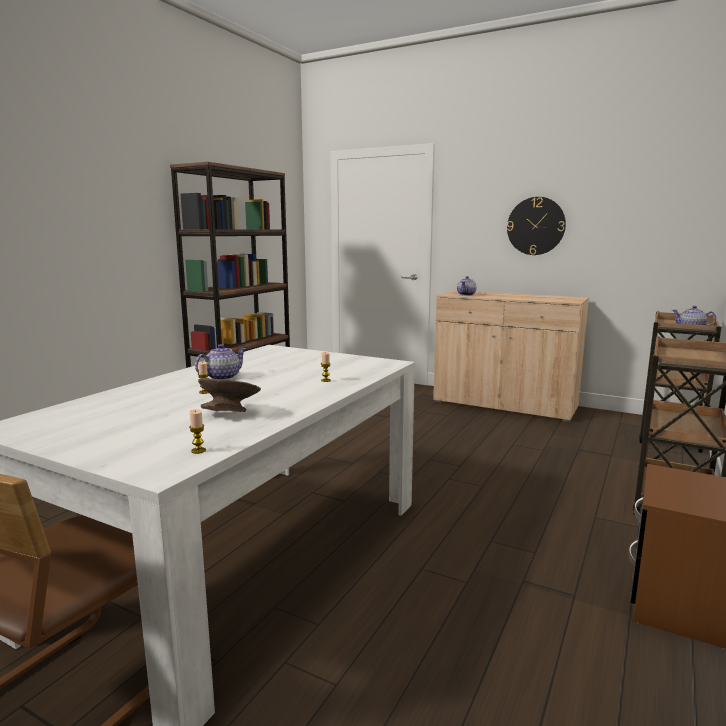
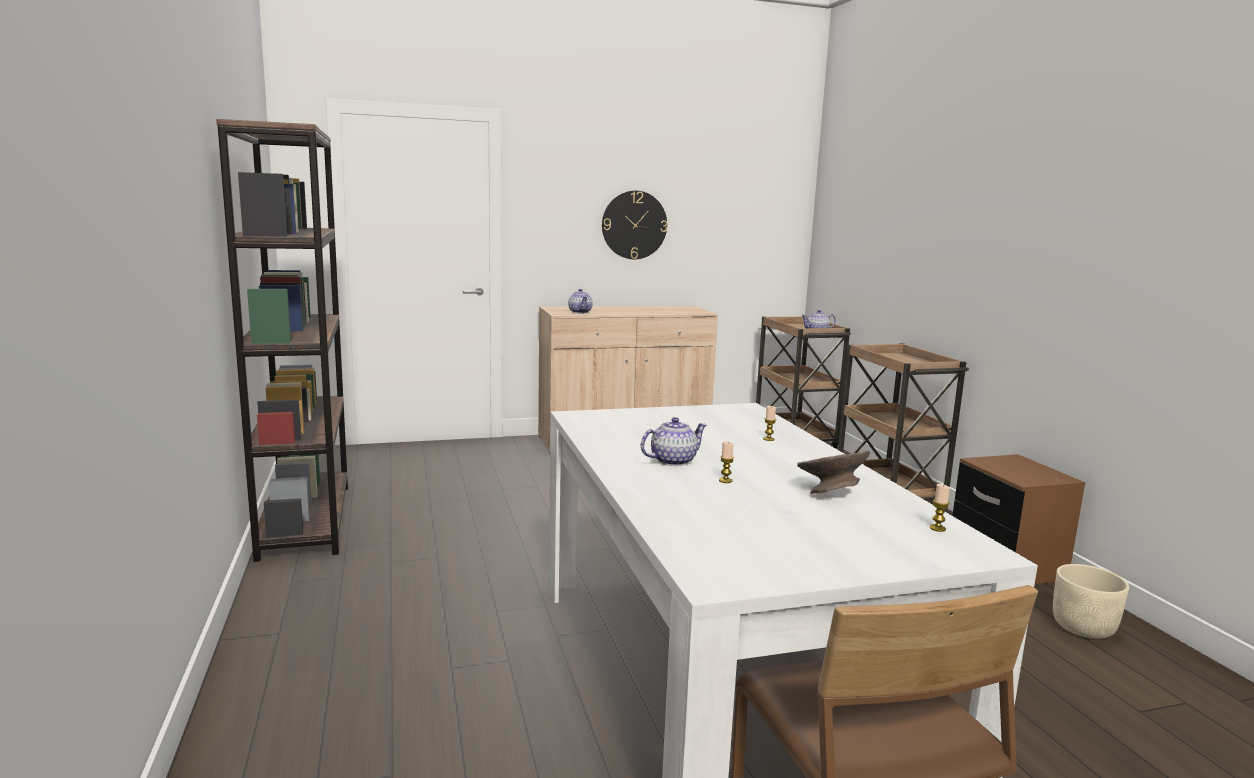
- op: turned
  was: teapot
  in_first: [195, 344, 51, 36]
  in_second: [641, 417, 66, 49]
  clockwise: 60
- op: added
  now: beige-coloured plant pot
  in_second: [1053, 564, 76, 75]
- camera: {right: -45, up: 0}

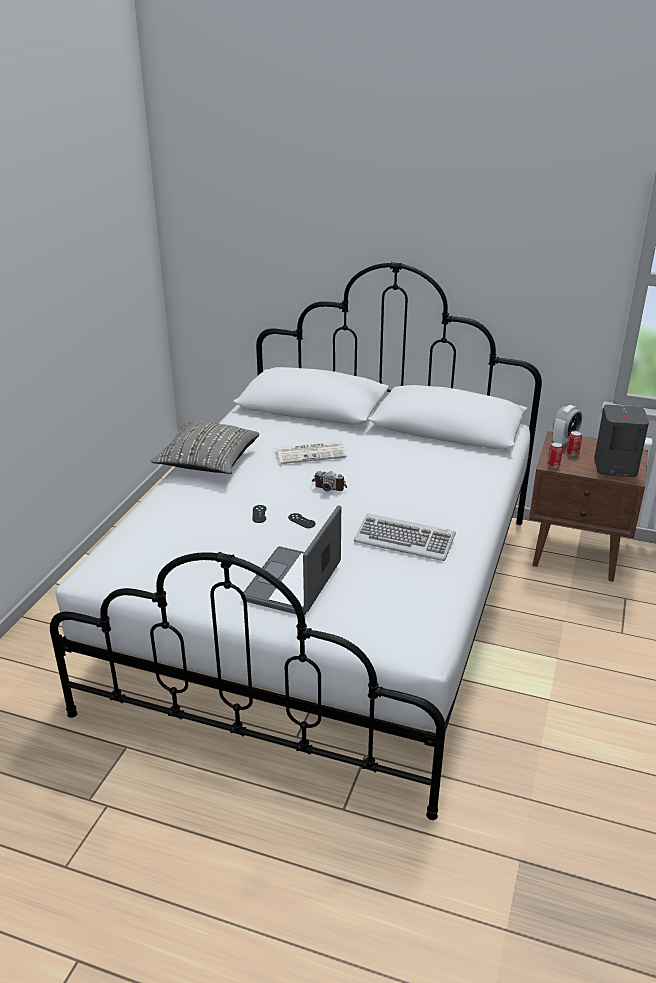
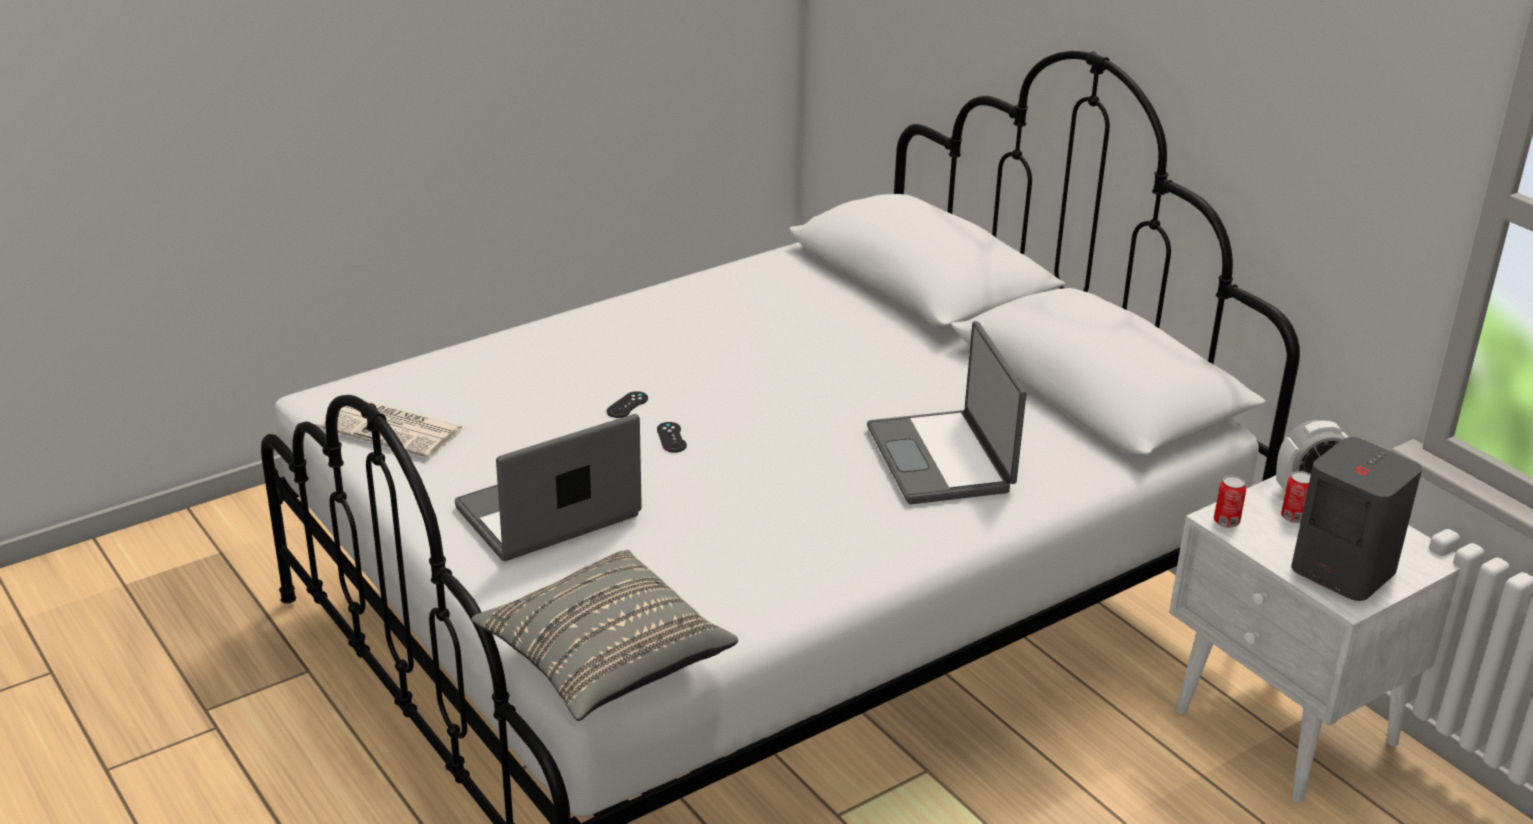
- op: moved
  was: gray cushion
  in_first: [151, 421, 108, 53]
  in_second: [472, 550, 266, 171]
- op: moved
  was: newspaper
  in_first: [275, 441, 72, 23]
  in_second: [317, 399, 148, 59]
- op: removed
  was: still camera
  in_first: [312, 471, 35, 21]
- op: removed
  was: PC keyboard
  in_first: [354, 514, 102, 47]
- op: recoloured
  was: brownish bedside table
  now: whitish bedside table
  in_first: [529, 431, 119, 151]
  in_second: [1169, 475, 291, 328]
- op: added
  now: portable computer
  in_second: [867, 321, 159, 183]
- camera: {right: 35, up: 0}

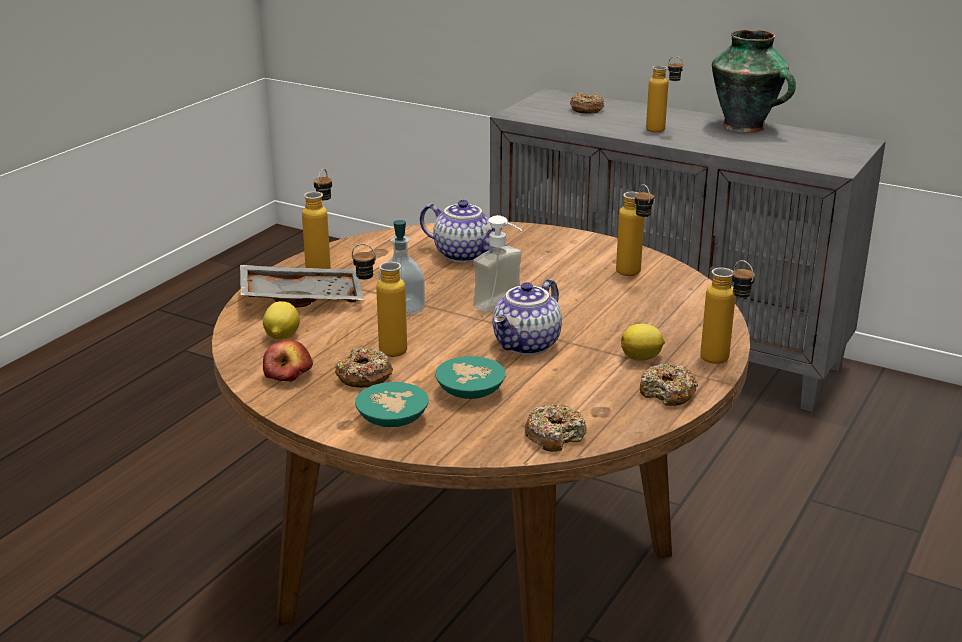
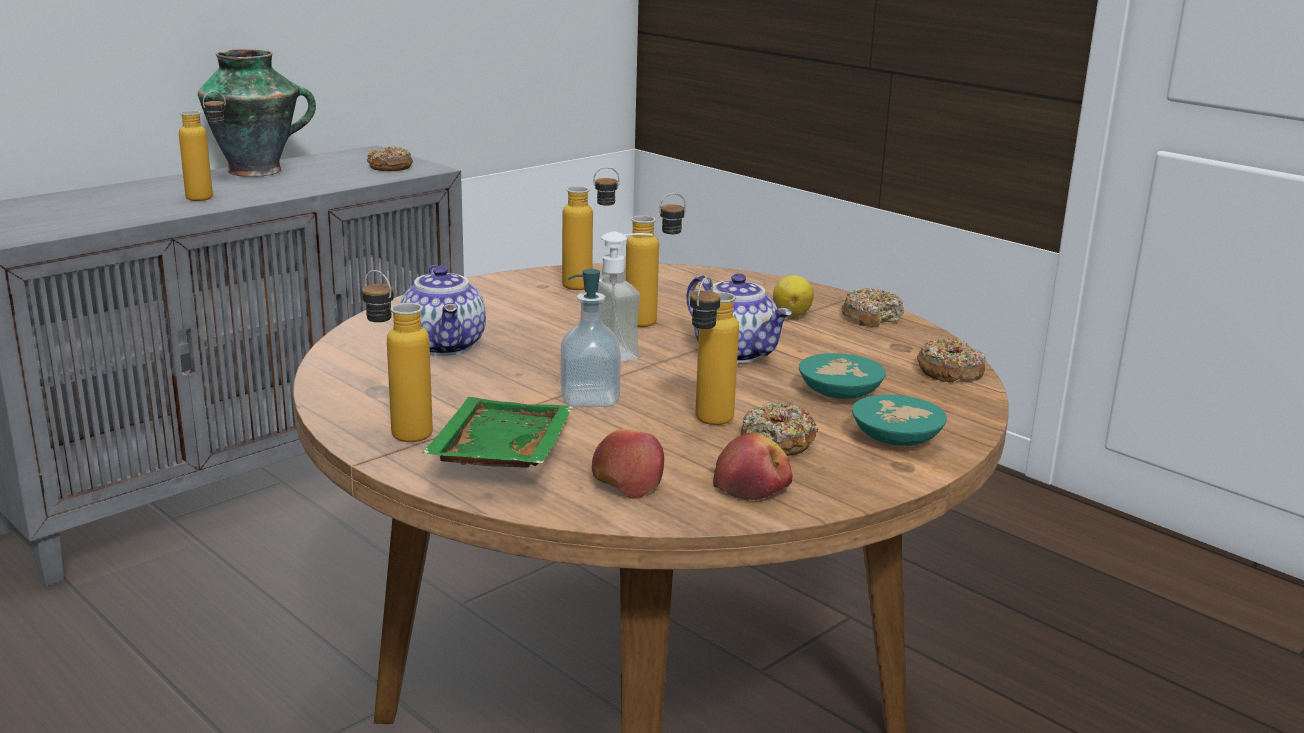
- op: recoloured
  was: gray carrying tray
  now: green-coloured carrying tray
  in_first: [240, 265, 124, 43]
  in_second: [421, 397, 152, 71]
- op: replaced
  was: lemon
  now: apple
  in_first: [263, 301, 37, 39]
  in_second: [592, 429, 72, 70]
- op: turned
  was: teapot
  in_first: [420, 200, 88, 63]
  in_second: [400, 265, 86, 91]
  clockwise: 120
- op: moved
  was: donut
  in_first: [570, 92, 34, 22]
  in_second: [367, 146, 46, 25]
- op: moved
  was: beverage bottle
  in_first: [700, 260, 55, 104]
  in_second: [625, 193, 61, 134]
- camera: {right: -75, up: -5}

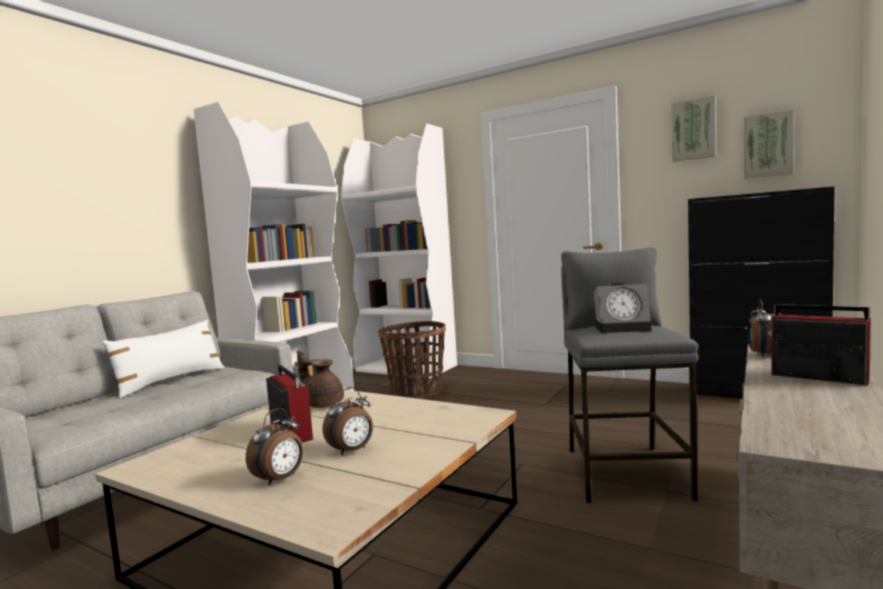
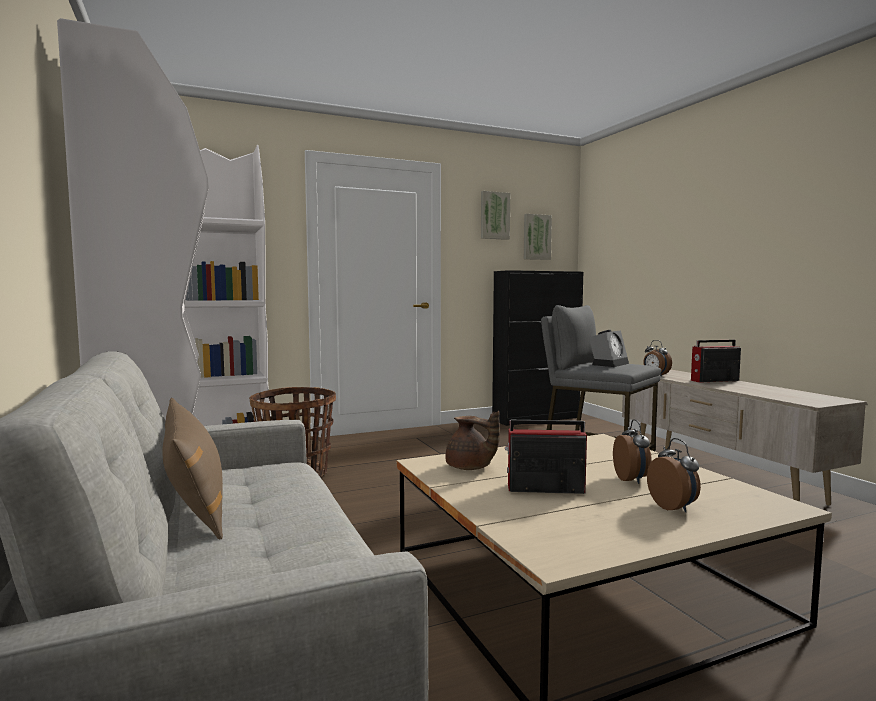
- op: recoloured
  was: whitish cushion
  now: brownish cushion
  in_first: [102, 320, 123, 78]
  in_second: [162, 398, 61, 142]
- op: turned
  was: brownish teapot
  in_first: [297, 350, 47, 58]
  in_second: [445, 411, 55, 59]
  clockwise: -120
- camera: {right: -55, up: 0}

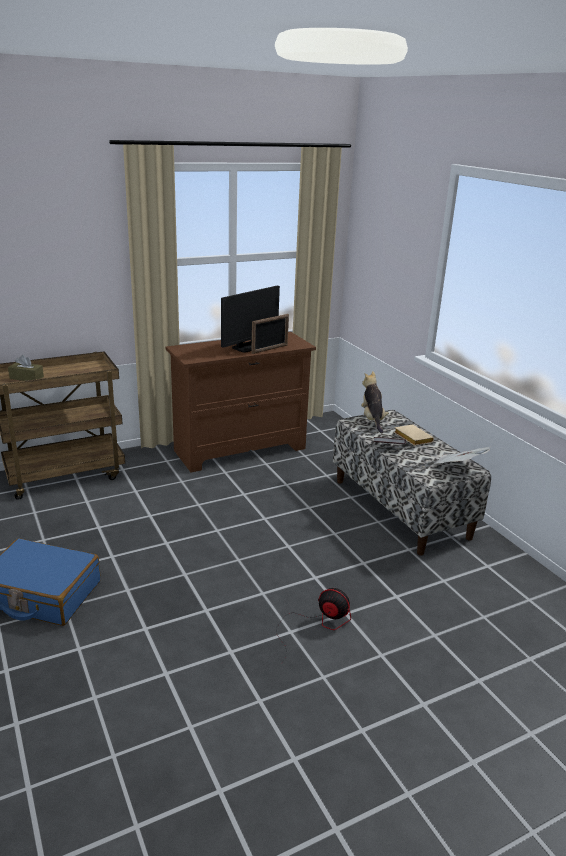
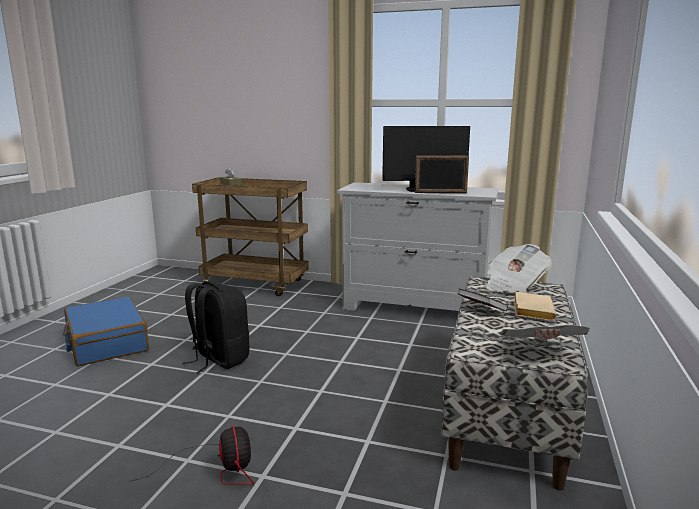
- op: recoloured
  was: brownish dresser
  now: whitish dresser
  in_first: [166, 332, 150, 140]
  in_second: [337, 182, 161, 129]
- op: replaced
  was: cuddly toy
  now: newspaper
  in_first: [361, 371, 28, 62]
  in_second: [485, 244, 67, 49]
- op: added
  now: blackish knapsack
  in_second: [182, 281, 67, 92]
- camera: {right: 45, up: -10}

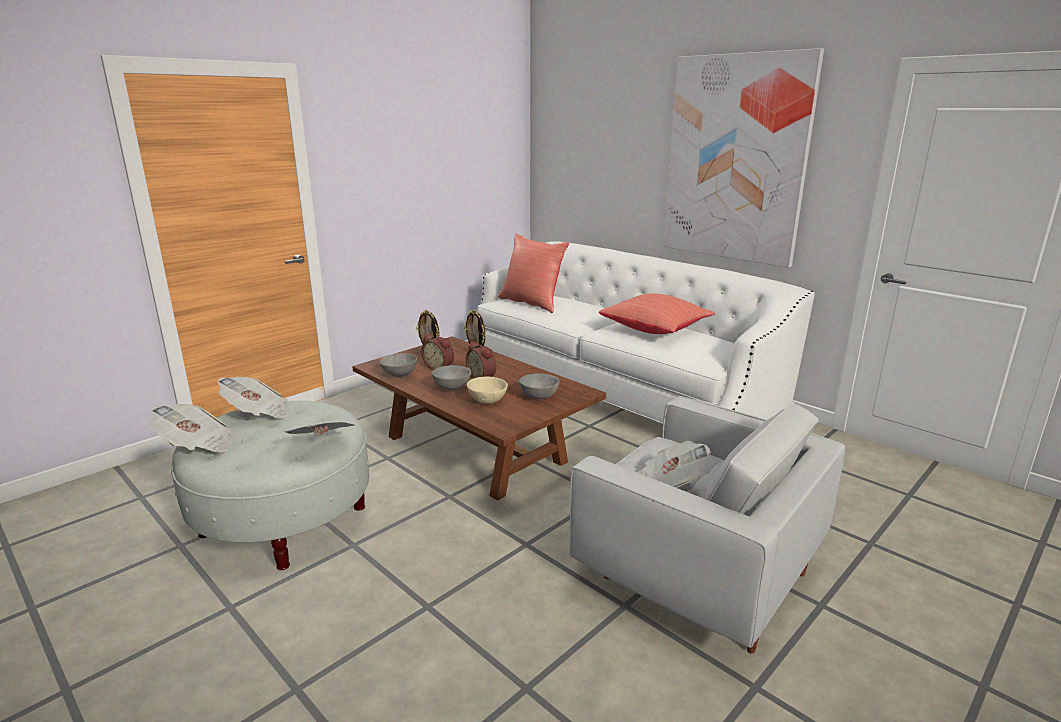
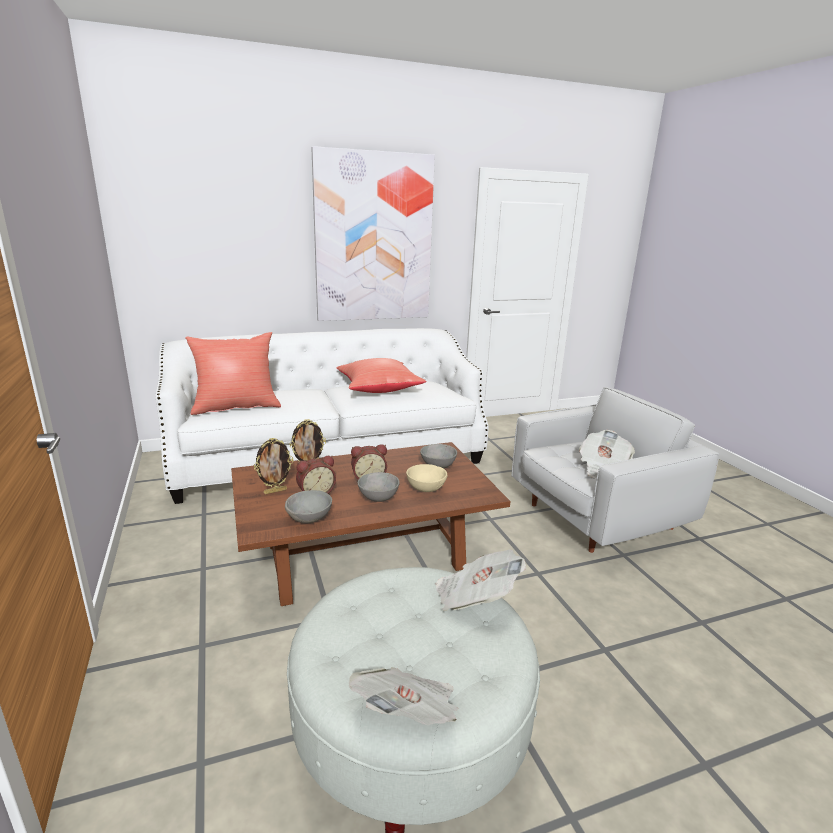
- op: removed
  was: newspaper
  in_first: [217, 377, 71, 41]
- camera: {right: -65, up: 0}

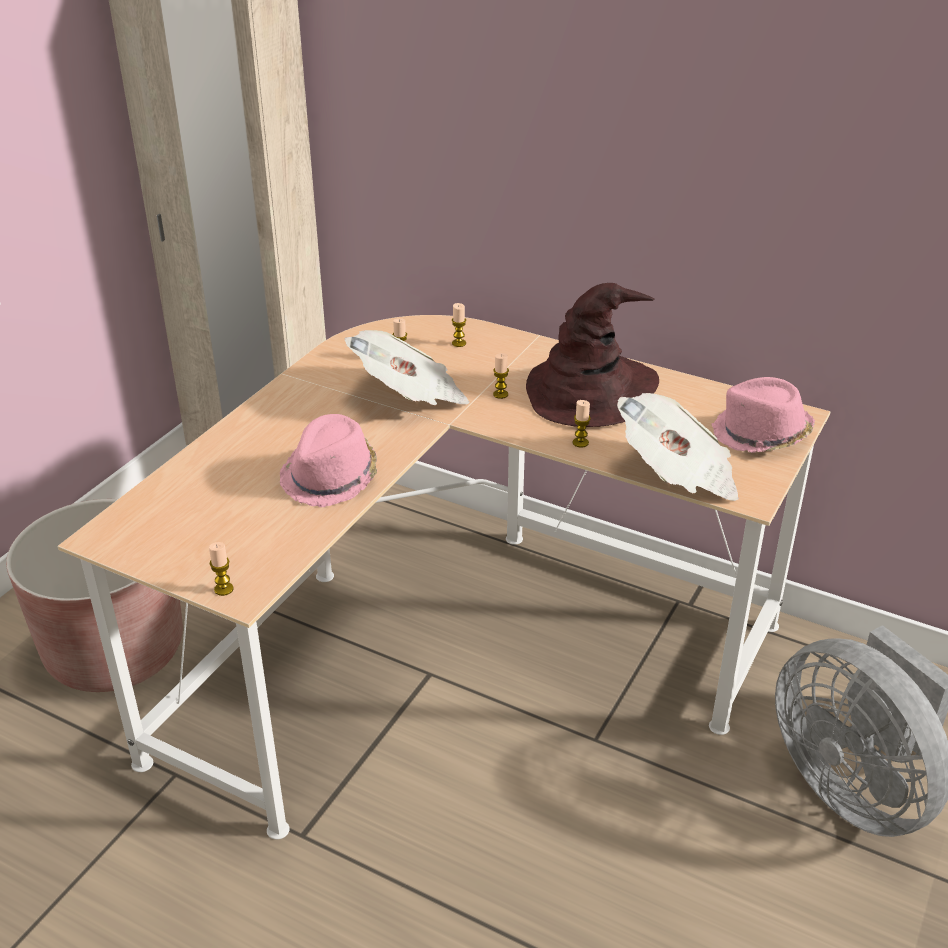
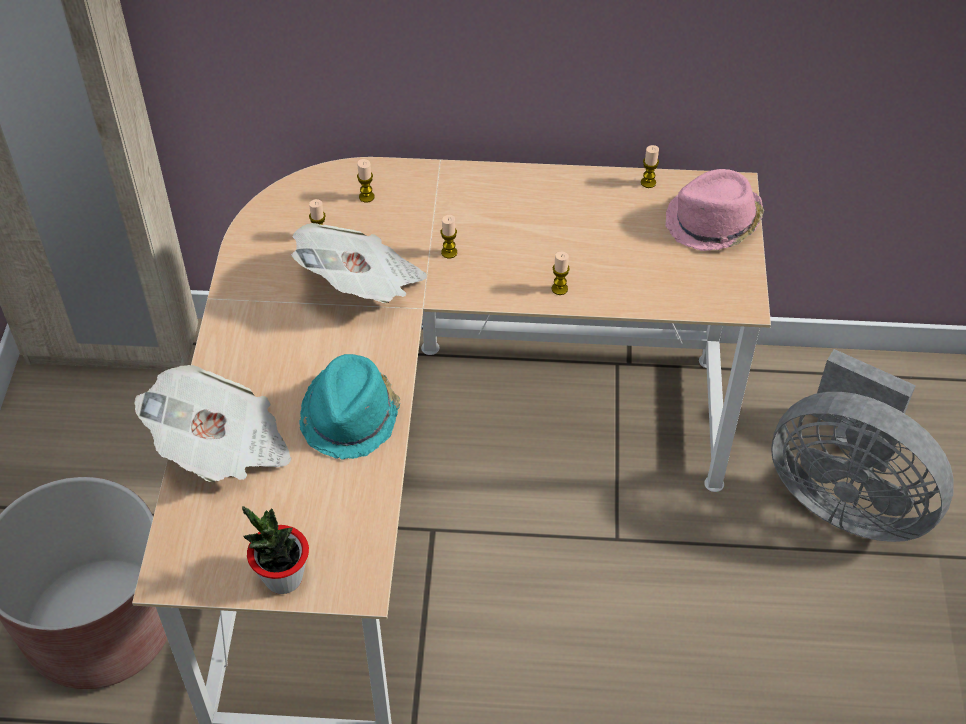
- op: moved
  was: wax light
  in_first: [209, 542, 25, 54]
  in_second: [641, 145, 18, 43]
- op: recoloured
  was: pink-coloured hat
  now: turquoise hat
  in_first: [280, 414, 97, 93]
  in_second: [299, 354, 101, 105]
- op: removed
  was: brownish hat
  in_first: [526, 283, 133, 144]
- op: moved
  was: newspaper
  in_first: [617, 393, 122, 108]
  in_second: [134, 365, 158, 117]
- op: added
  now: potted plant
  in_second: [242, 506, 67, 88]
- camera: {right: -25, up: 15}

